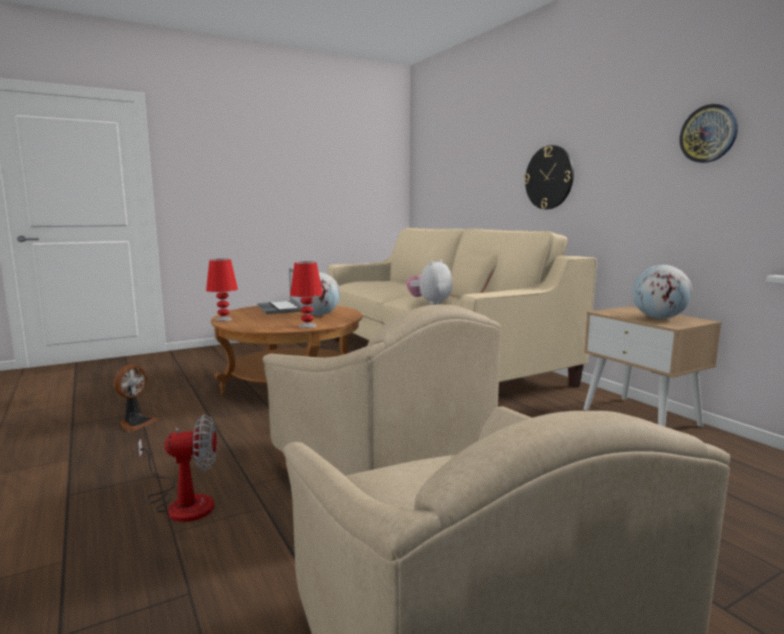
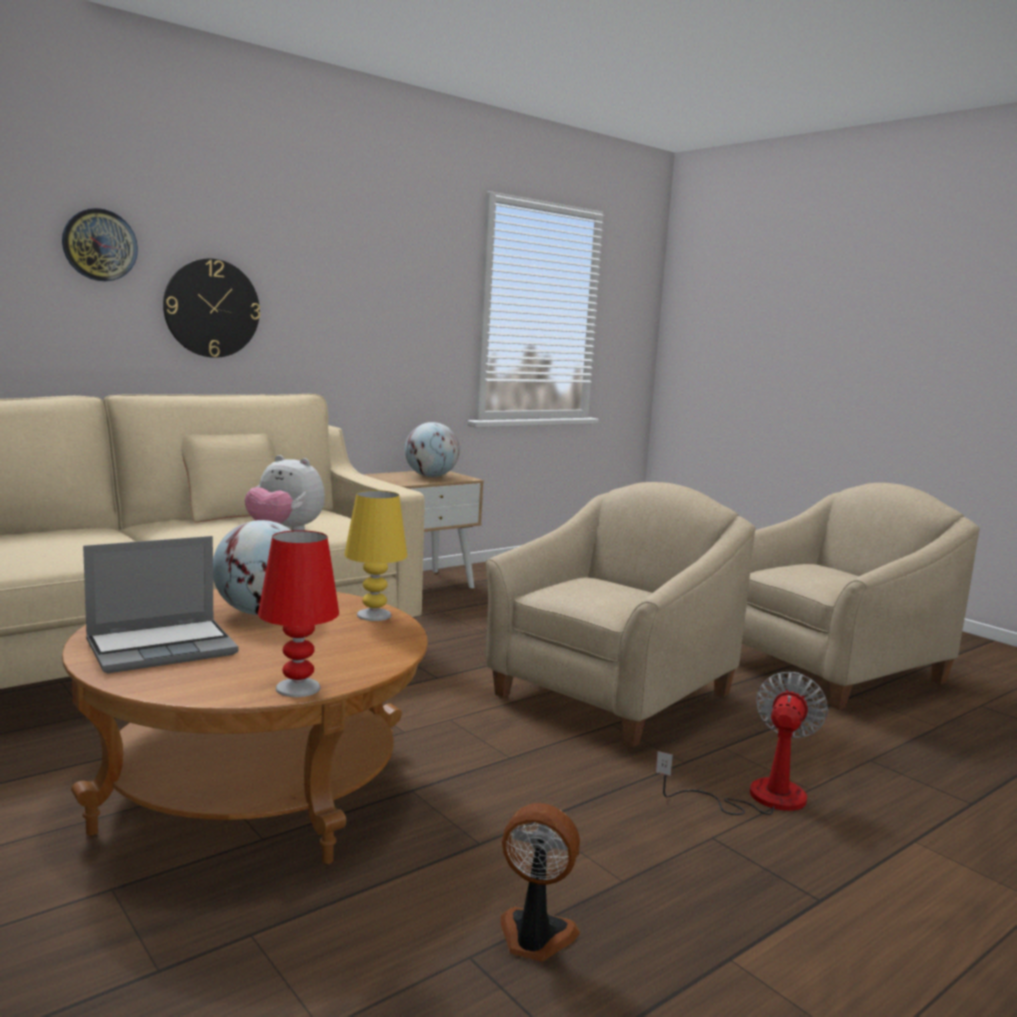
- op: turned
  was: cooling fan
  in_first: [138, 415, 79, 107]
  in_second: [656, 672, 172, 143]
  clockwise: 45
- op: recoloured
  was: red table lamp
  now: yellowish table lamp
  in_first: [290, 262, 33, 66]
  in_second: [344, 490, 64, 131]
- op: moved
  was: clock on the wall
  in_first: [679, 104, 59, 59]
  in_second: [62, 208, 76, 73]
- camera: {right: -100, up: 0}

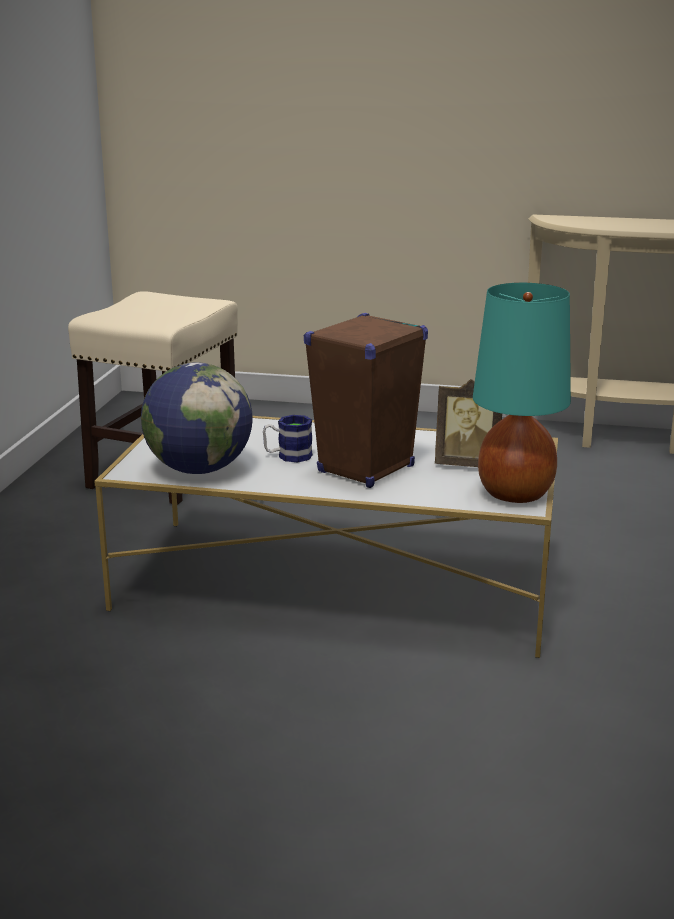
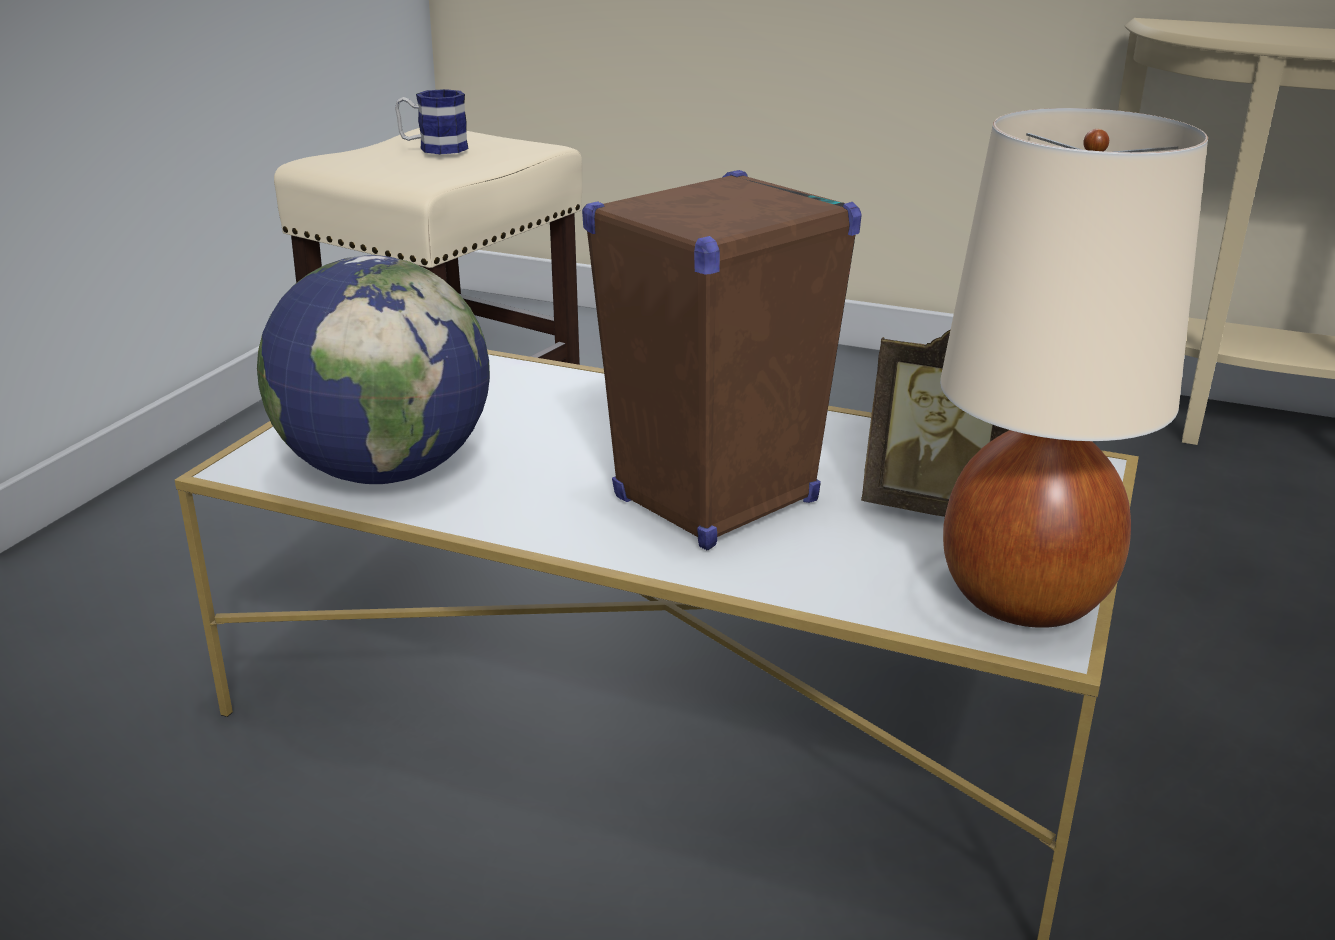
- op: moved
  was: mug
  in_first: [263, 415, 50, 47]
  in_second: [395, 89, 74, 65]
- op: recoloured
  was: turquoise table lamp
  now: beige-coloured table lamp
  in_first: [473, 283, 98, 220]
  in_second: [940, 108, 268, 520]
- camera: {right: 10, up: 5}

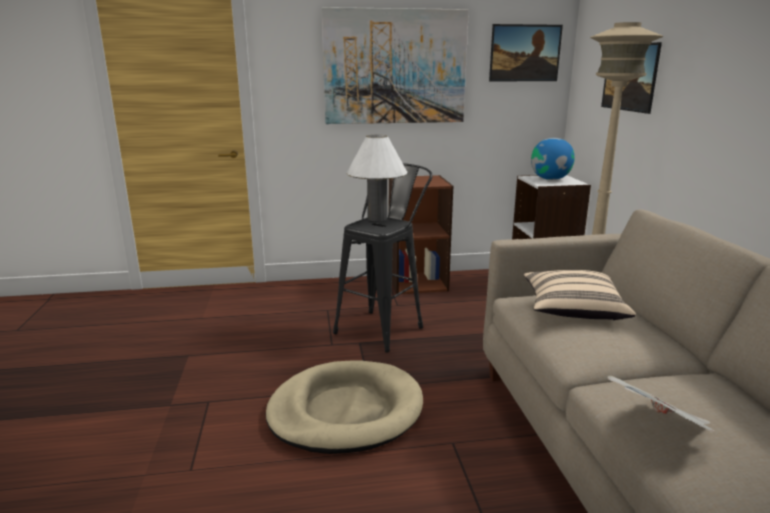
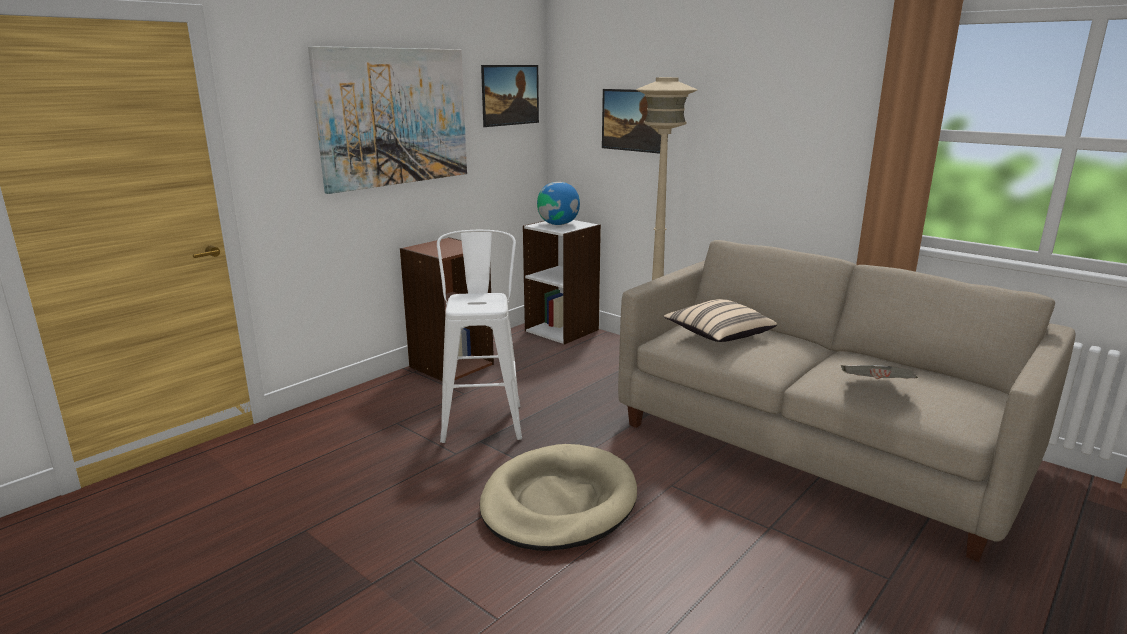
- op: recoloured
  was: blackish stool
  now: whitish stool
  in_first: [333, 163, 100, 190]
  in_second: [437, 230, 85, 213]
- op: removed
  was: whitish table lamp
  in_first: [347, 135, 60, 86]
- camera: {right: -40, up: 0}

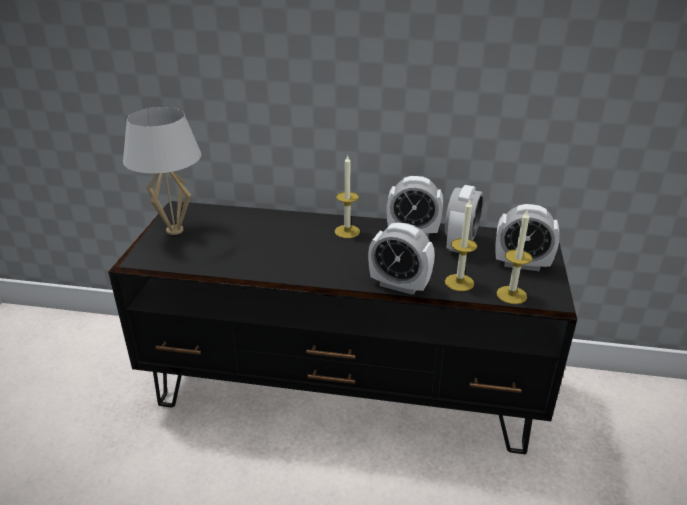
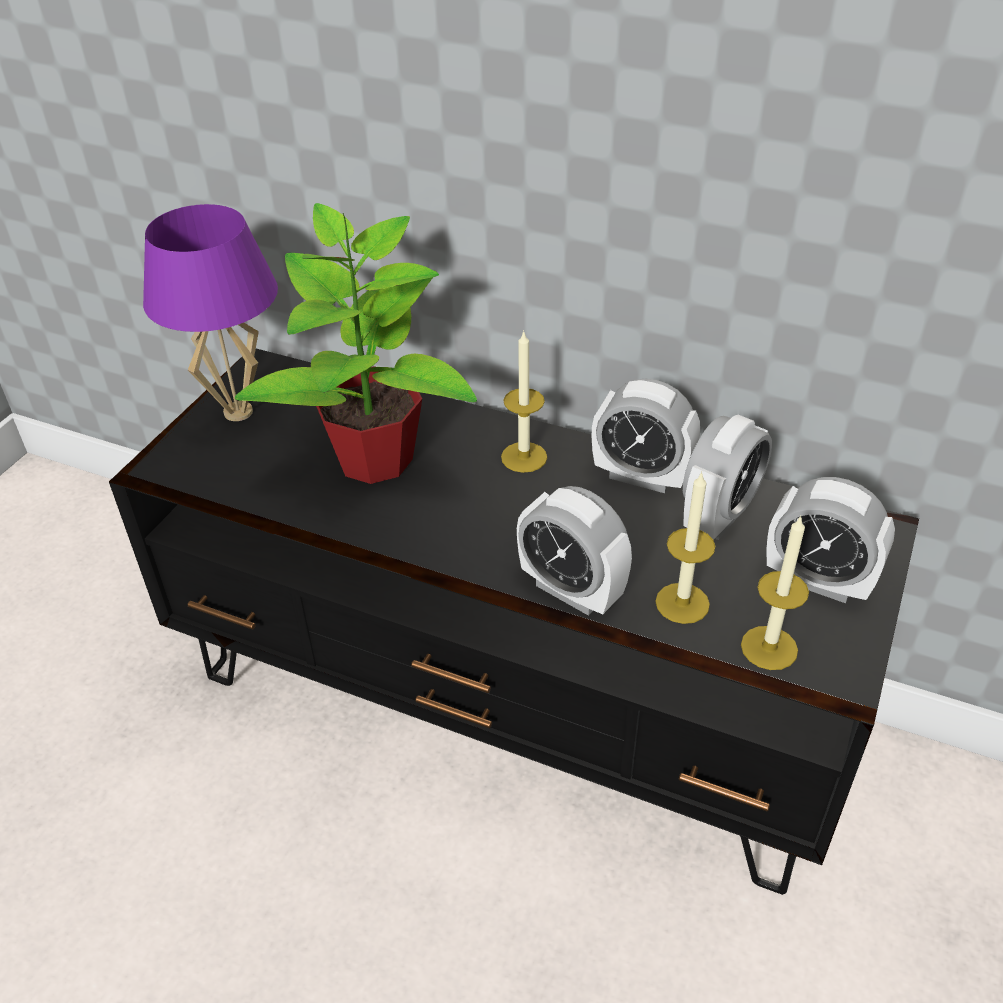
- op: recoloured
  was: whitish table lamp
  now: purple-coloured table lamp
  in_first: [123, 107, 78, 128]
  in_second: [143, 204, 135, 217]
- op: added
  now: potted plant
  in_second: [235, 203, 242, 281]
- camera: {right: 15, up: 10}

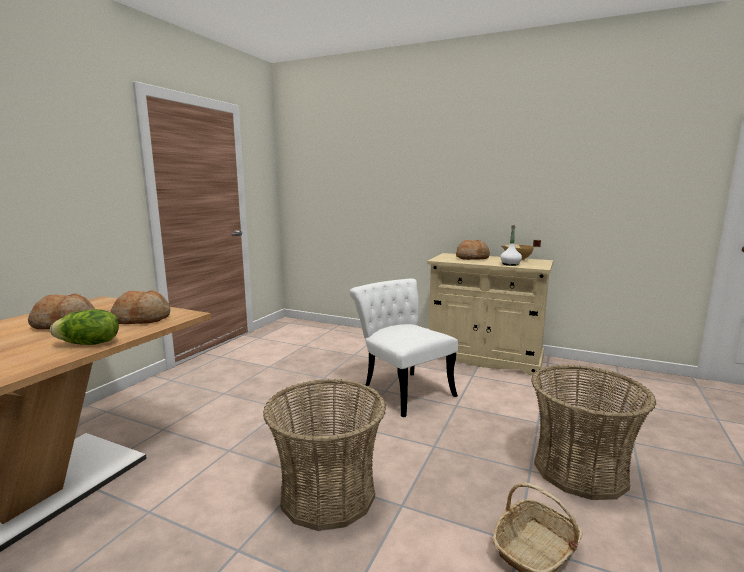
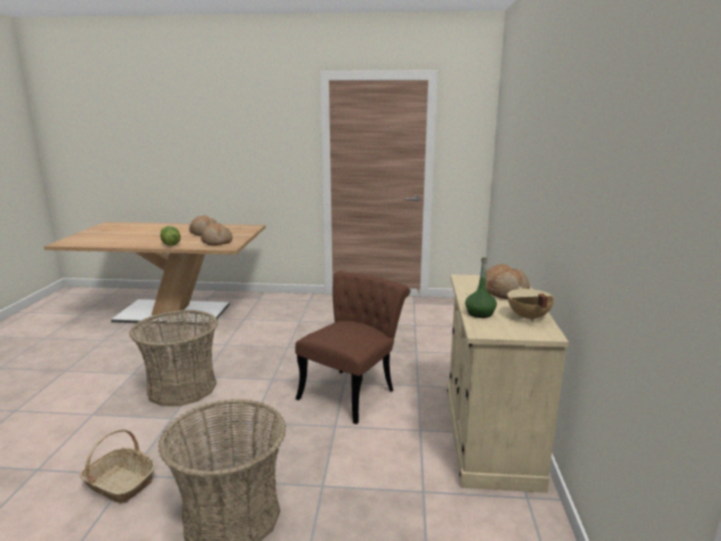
- op: recoloured
  was: whitish chair
  now: brownish chair
  in_first: [350, 279, 108, 138]
  in_second: [295, 271, 115, 153]
- op: recoloured
  was: whitish beverage bottle
  now: green-coloured beverage bottle
  in_first: [500, 225, 22, 41]
  in_second: [465, 258, 32, 60]
- camera: {right: 70, up: 5}

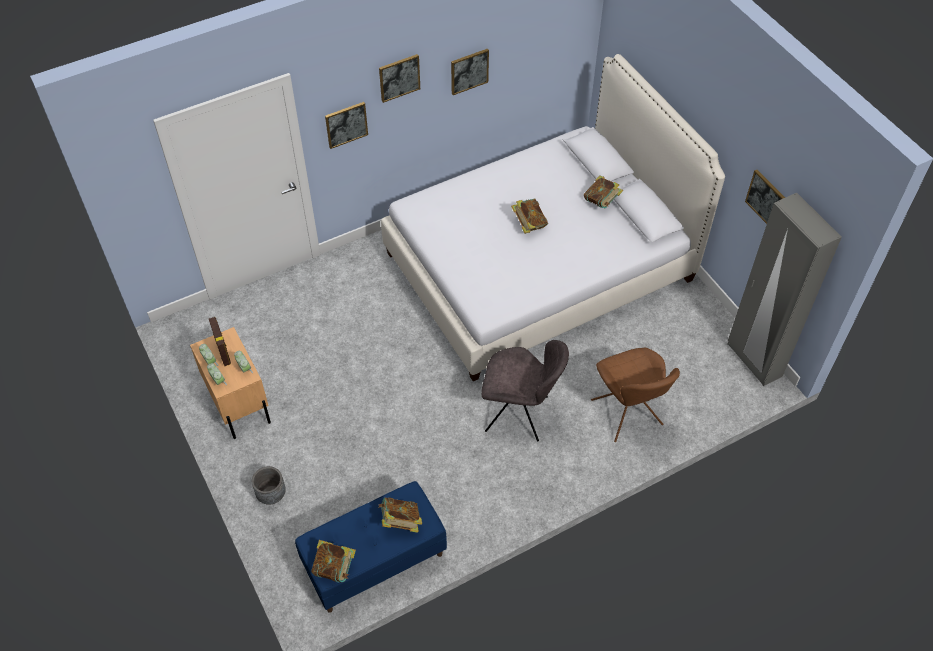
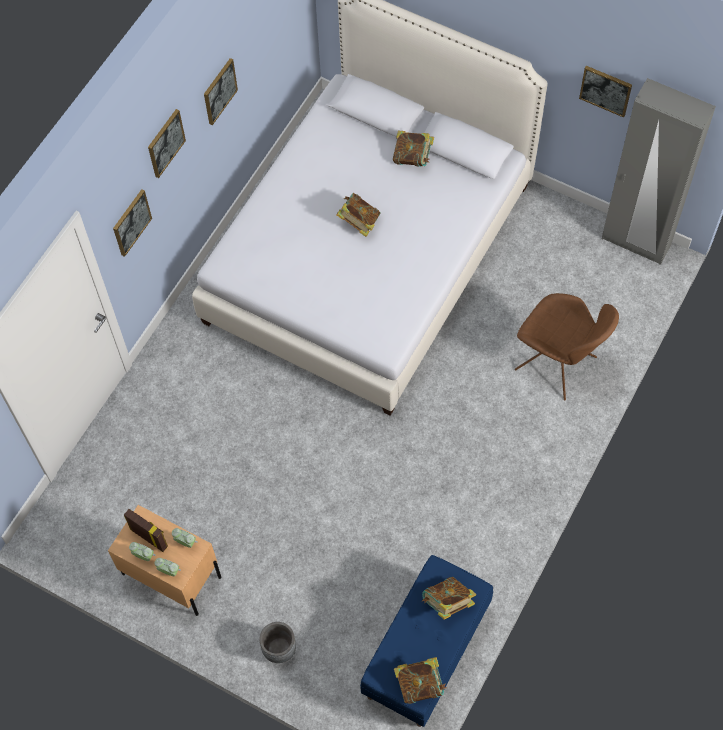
- op: removed
  was: gray chair
  in_first: [482, 340, 87, 101]
- camera: {right: -30, up: 10}

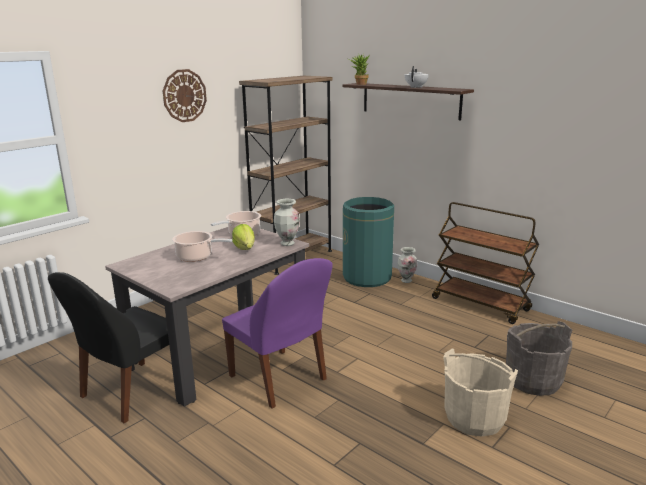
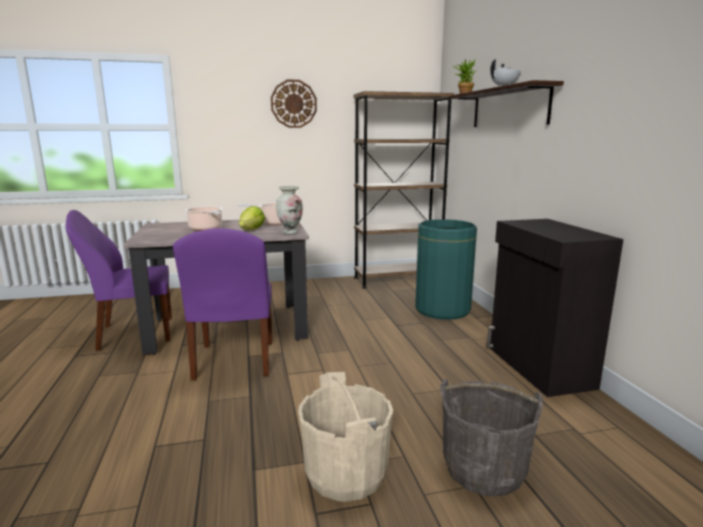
- op: recoloured
  was: blackish chair
  now: purple-coloured chair
  in_first: [48, 272, 121, 151]
  in_second: [66, 210, 106, 141]
- op: removed
  was: decorative vase
  in_first: [398, 247, 19, 36]
- op: replaced
  was: brownish cart
  now: blackish cupboard
  in_first: [432, 202, 107, 122]
  in_second: [487, 219, 137, 178]
- camera: {right: 35, up: -5}

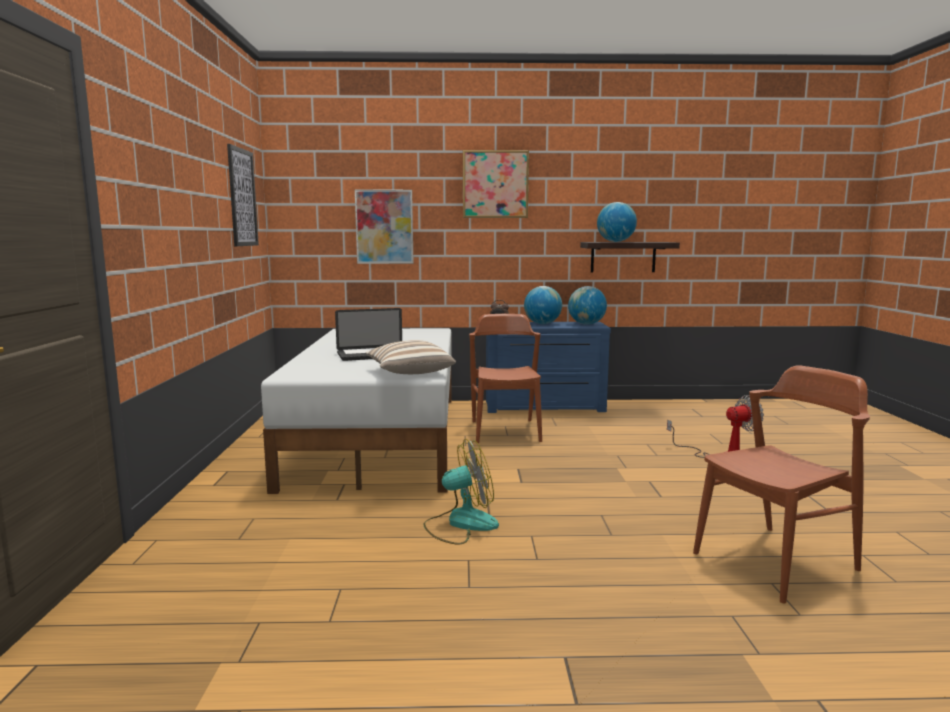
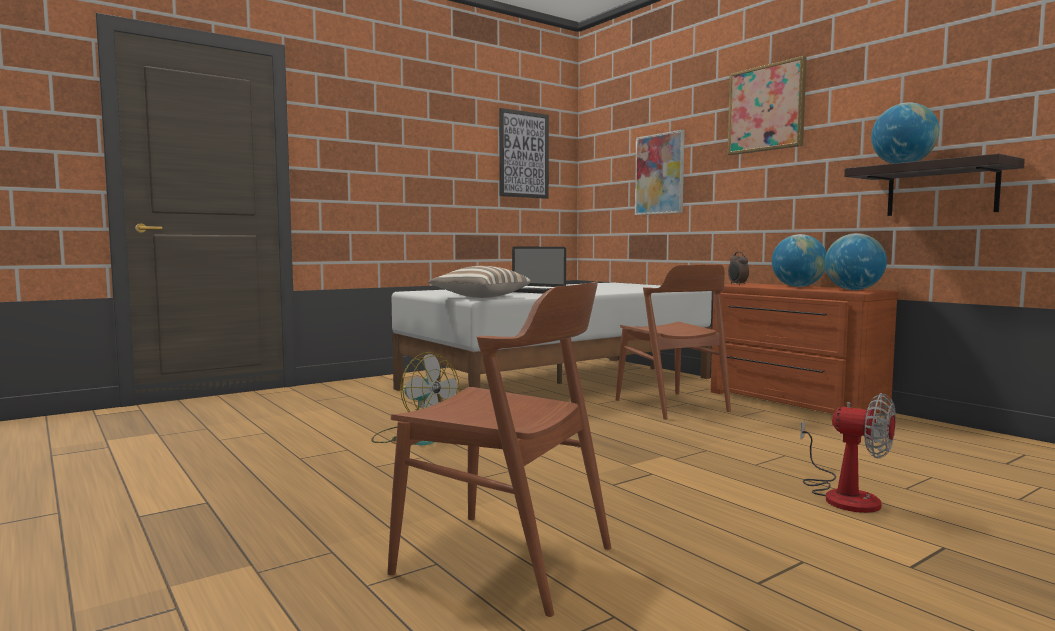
- op: turned
  was: brownish chair
  in_first: [469, 314, 73, 129]
  in_second: [616, 265, 115, 155]
  clockwise: 105
- op: recoloured
  was: blue dresser
  now: brownish dresser
  in_first: [486, 322, 125, 91]
  in_second: [711, 283, 188, 131]
- camera: {right: 55, up: -5}

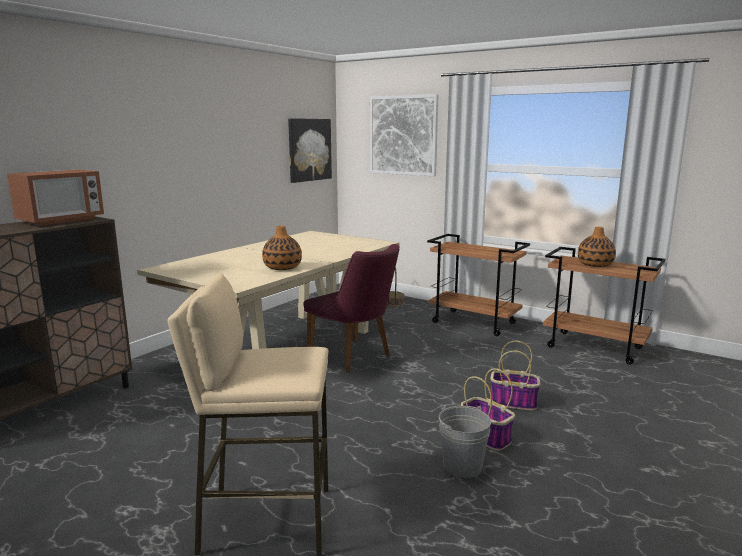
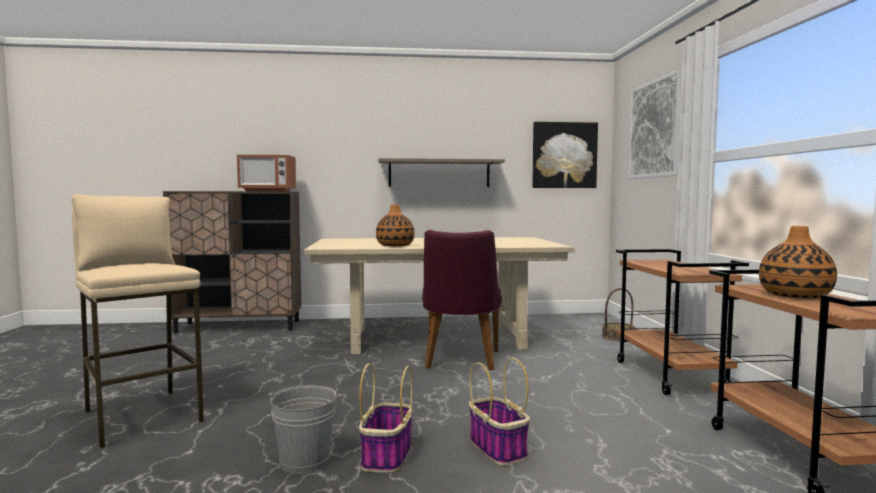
- op: added
  now: shelf
  in_second: [378, 158, 127, 29]
- camera: {right: 50, up: -10}

